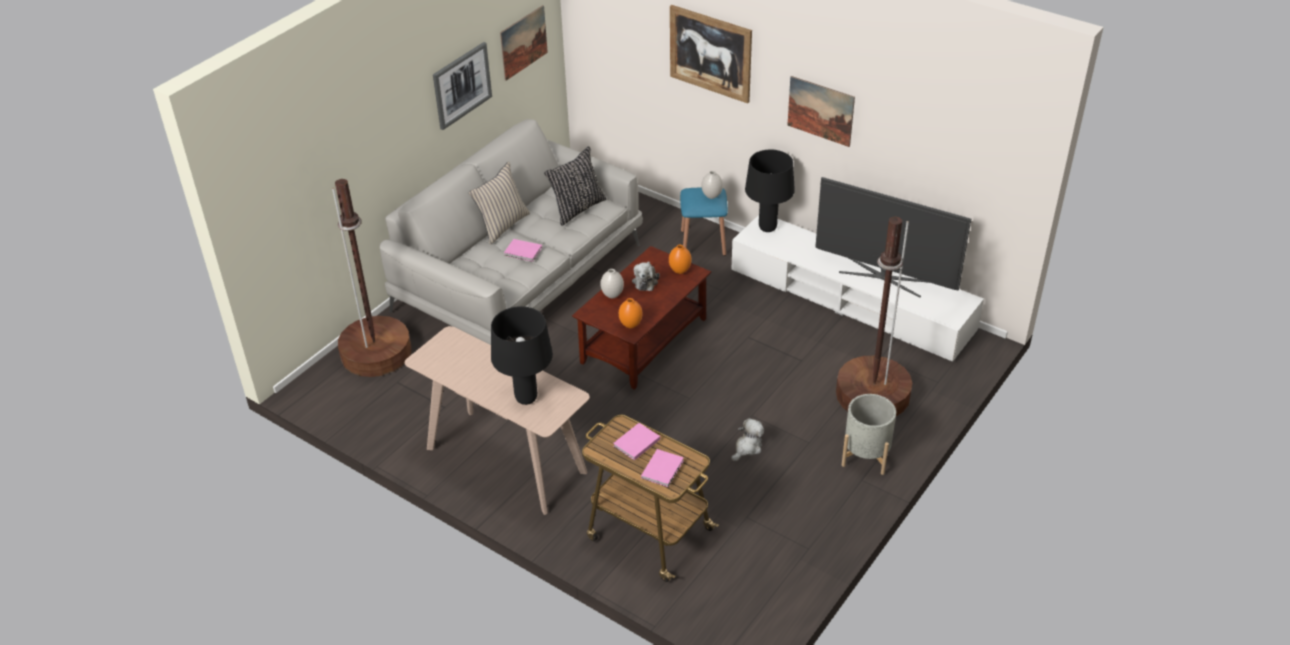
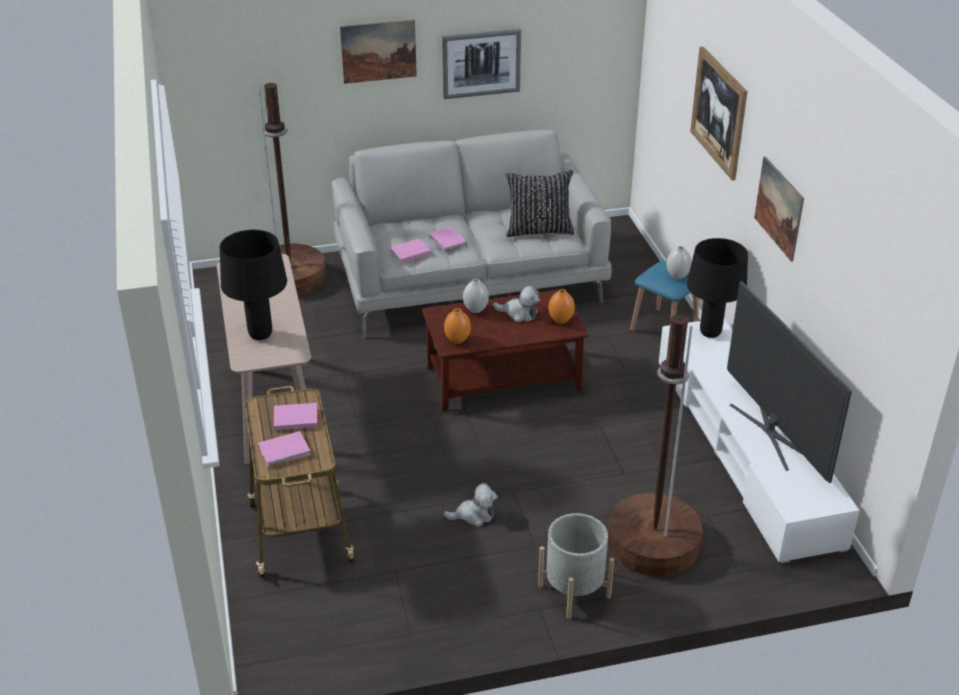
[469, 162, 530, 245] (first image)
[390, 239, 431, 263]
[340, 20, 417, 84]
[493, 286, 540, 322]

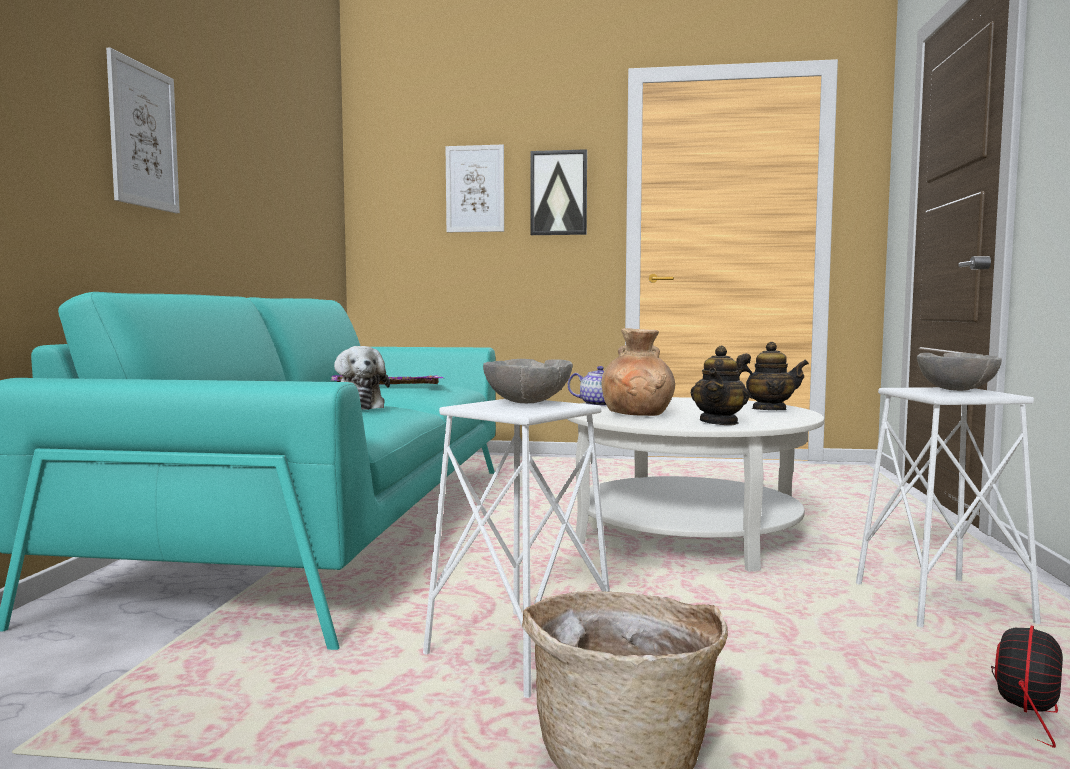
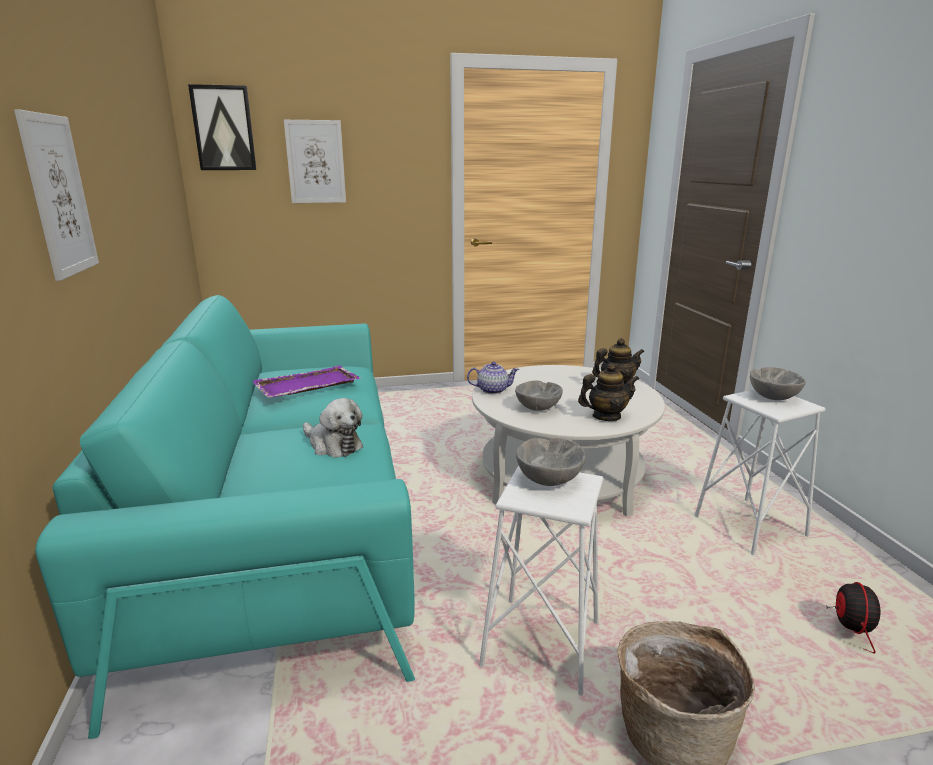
[188, 84, 257, 170]
[515, 381, 563, 411]
[578, 363, 639, 421]

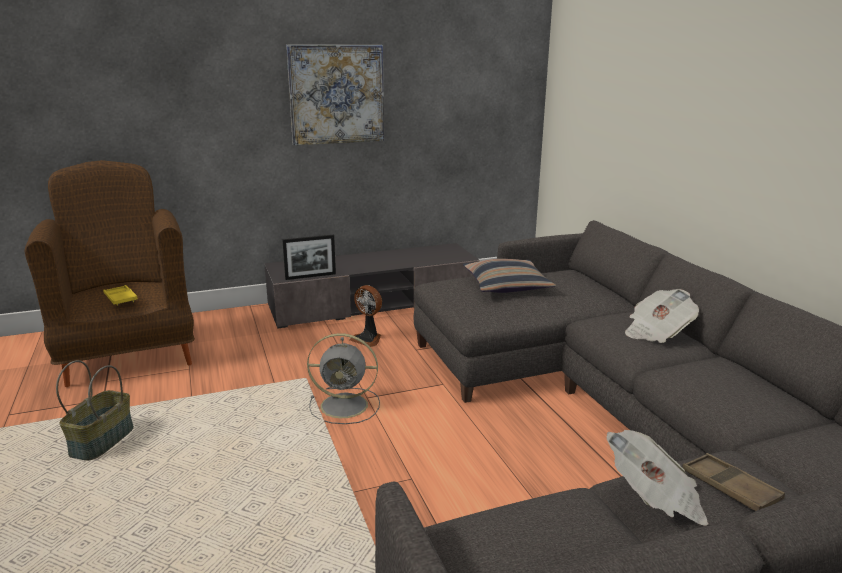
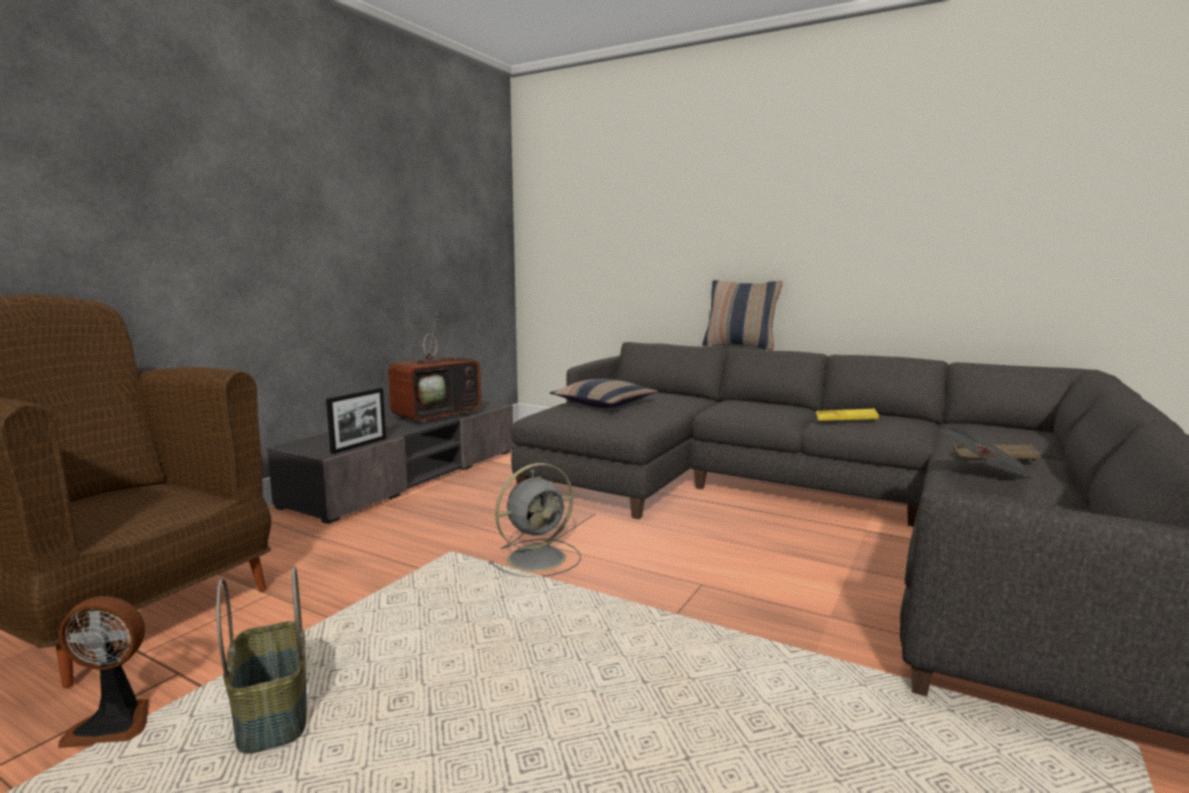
[286, 45, 384, 145] (first image)
[625, 289, 699, 343] (first image)
[388, 312, 481, 424]
[702, 280, 783, 350]
[816, 409, 879, 421]
[58, 596, 149, 748]

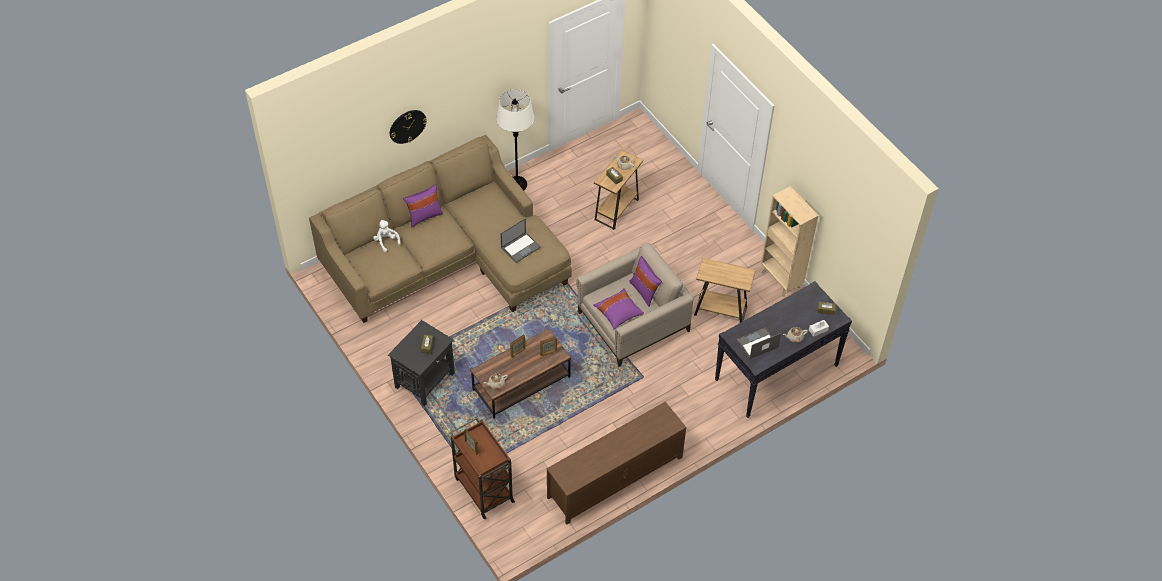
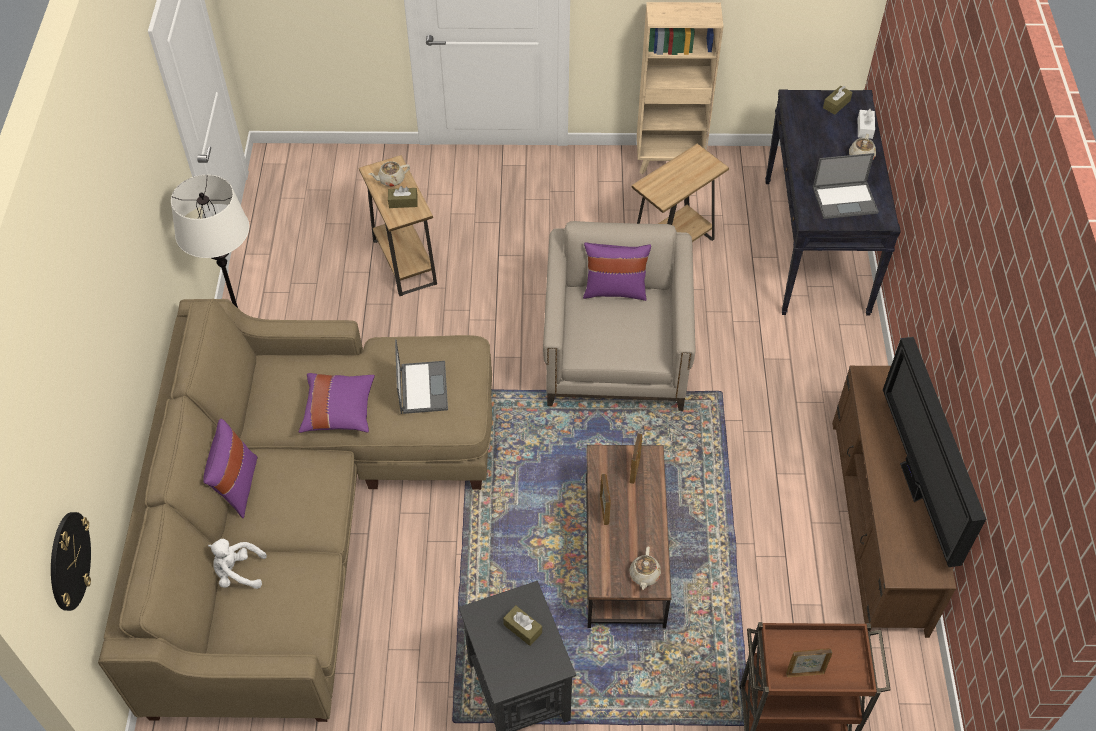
[883, 337, 986, 567]
[51, 512, 91, 611]
[299, 373, 375, 433]
[813, 153, 879, 219]

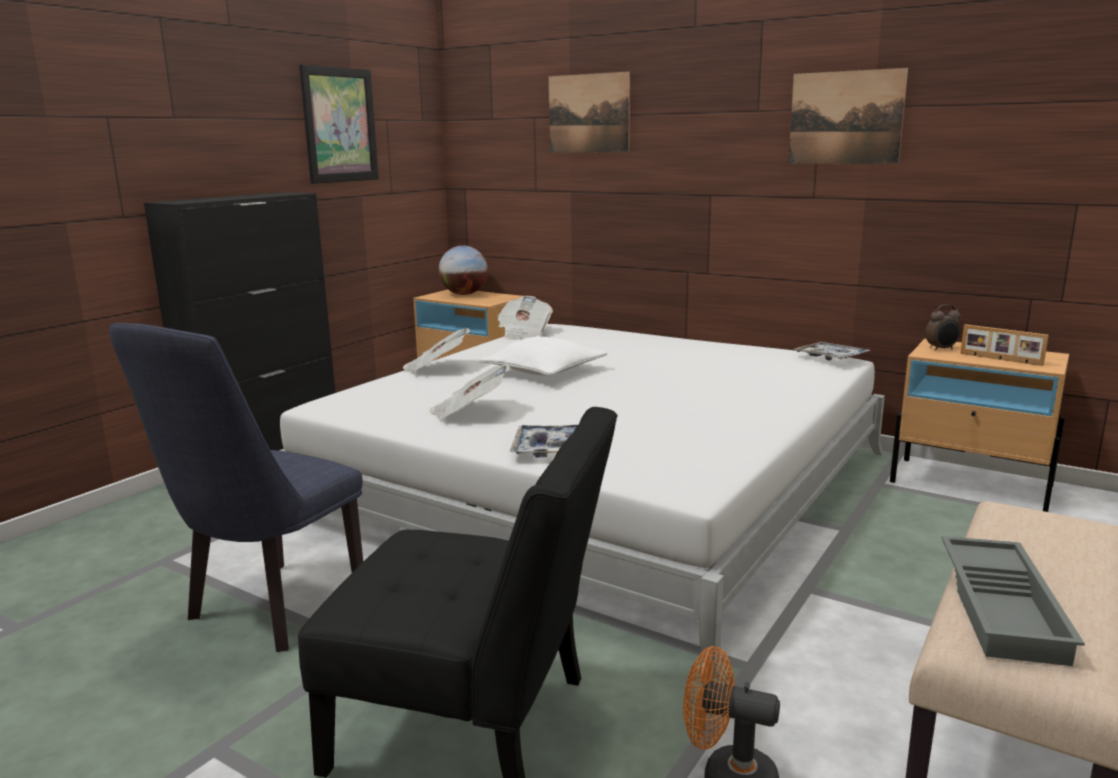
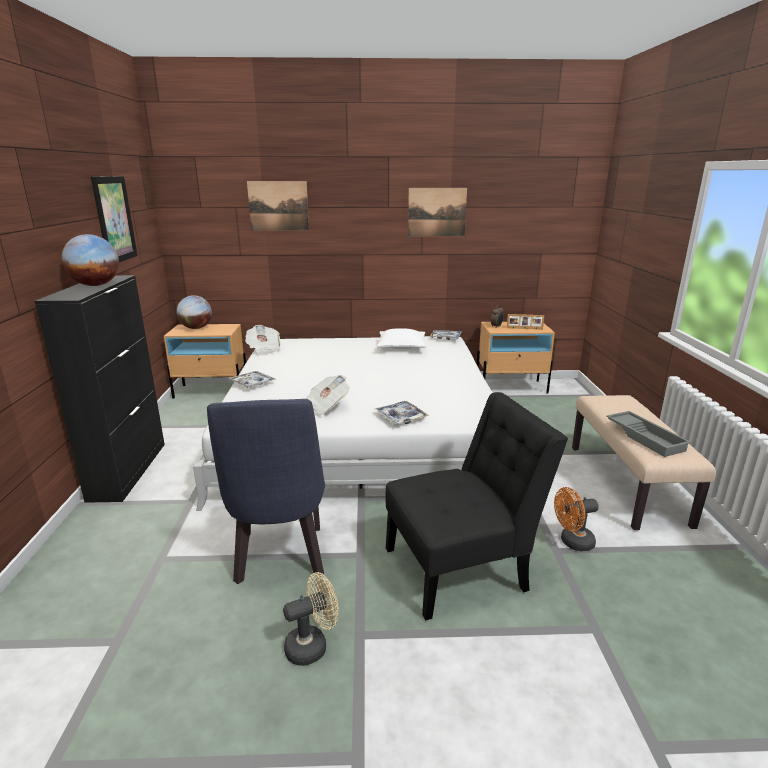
[62, 234, 119, 286]
[283, 572, 339, 666]
[377, 329, 426, 349]
[228, 371, 276, 388]

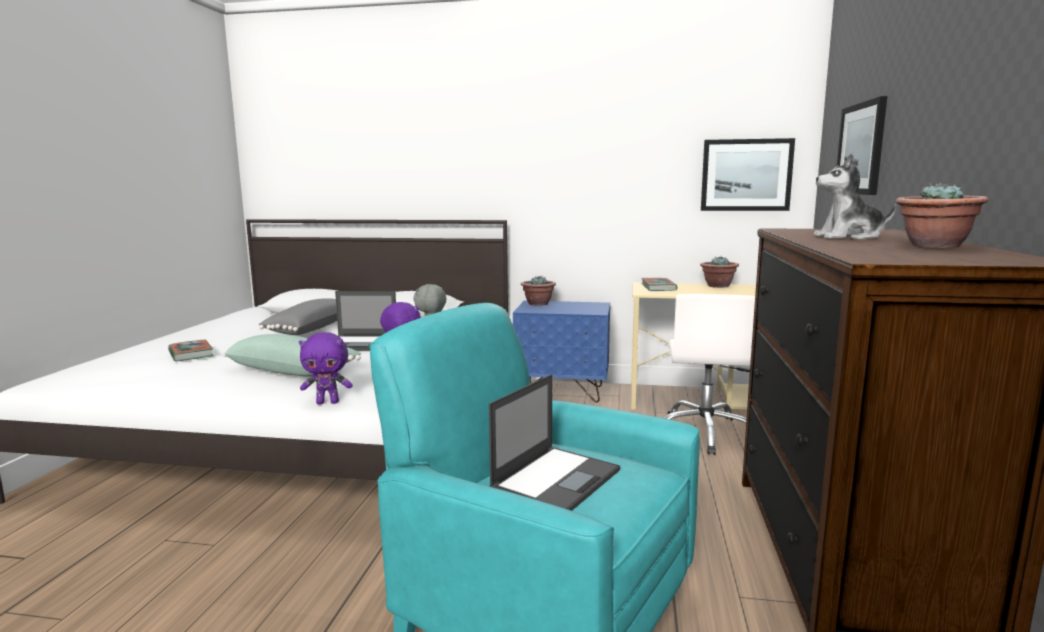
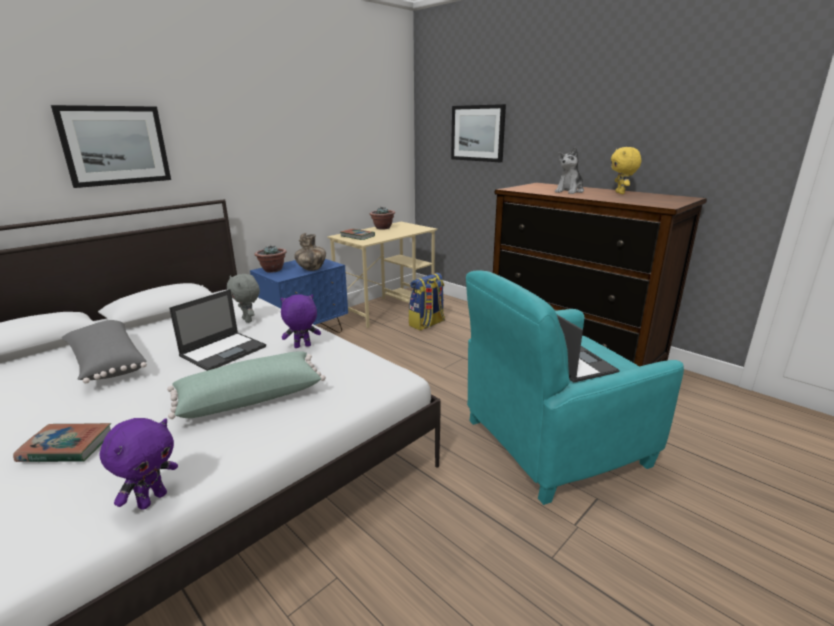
[294, 233, 326, 271]
[100, 418, 178, 510]
[51, 105, 171, 188]
[409, 273, 445, 331]
[611, 147, 641, 194]

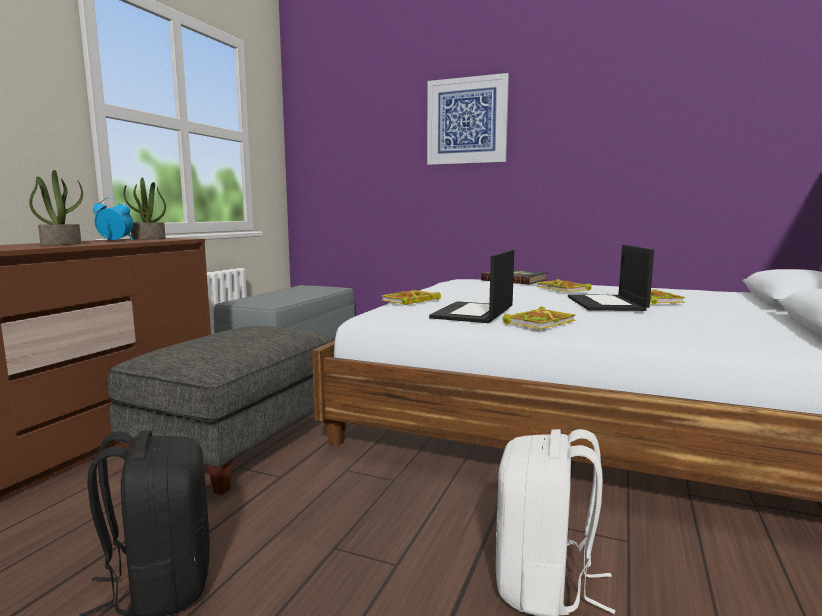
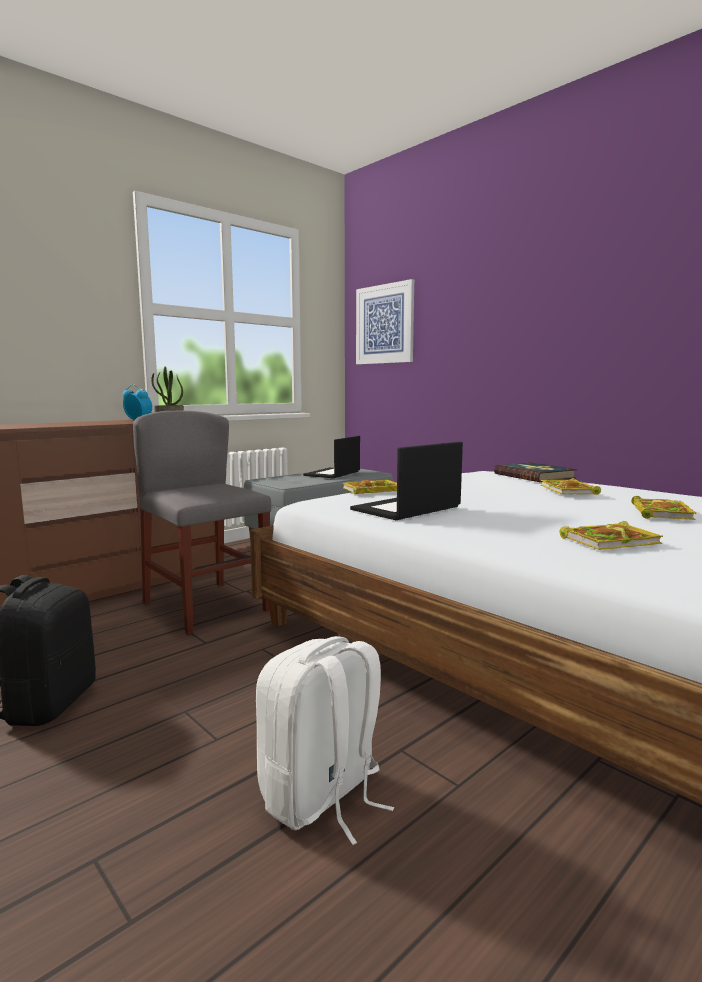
[29, 170, 83, 245] (first image)
[356, 279, 414, 364]
[560, 521, 663, 550]
[303, 436, 360, 478]
[133, 411, 271, 635]

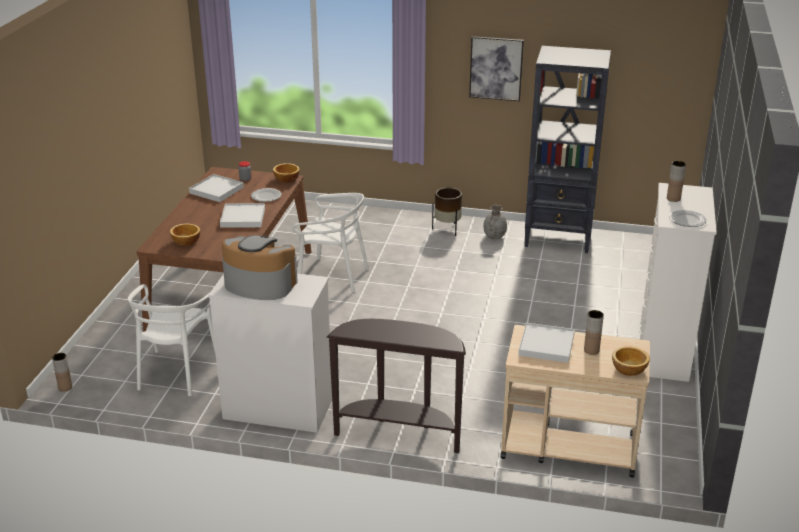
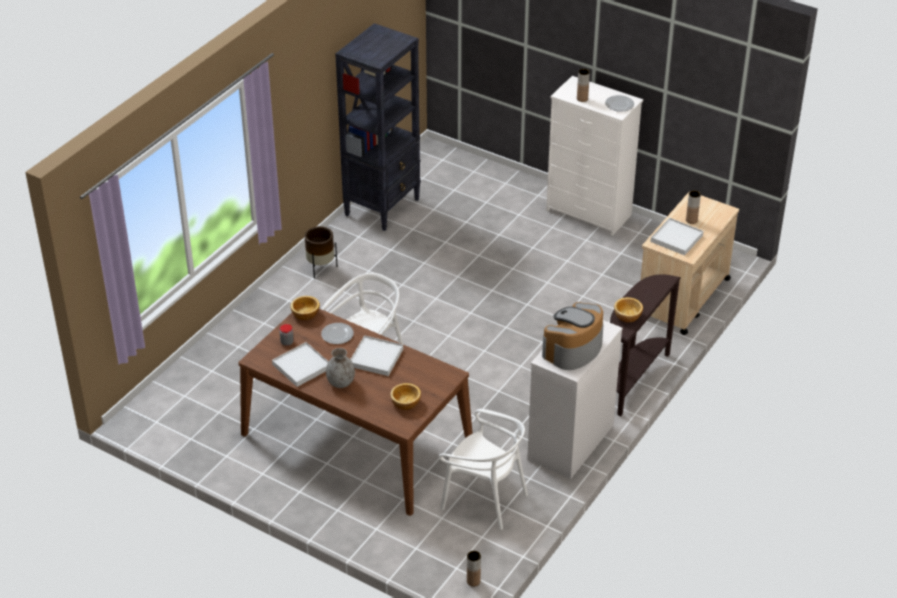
[469, 36, 524, 101] (first image)
[326, 348, 355, 388]
[614, 297, 643, 323]

